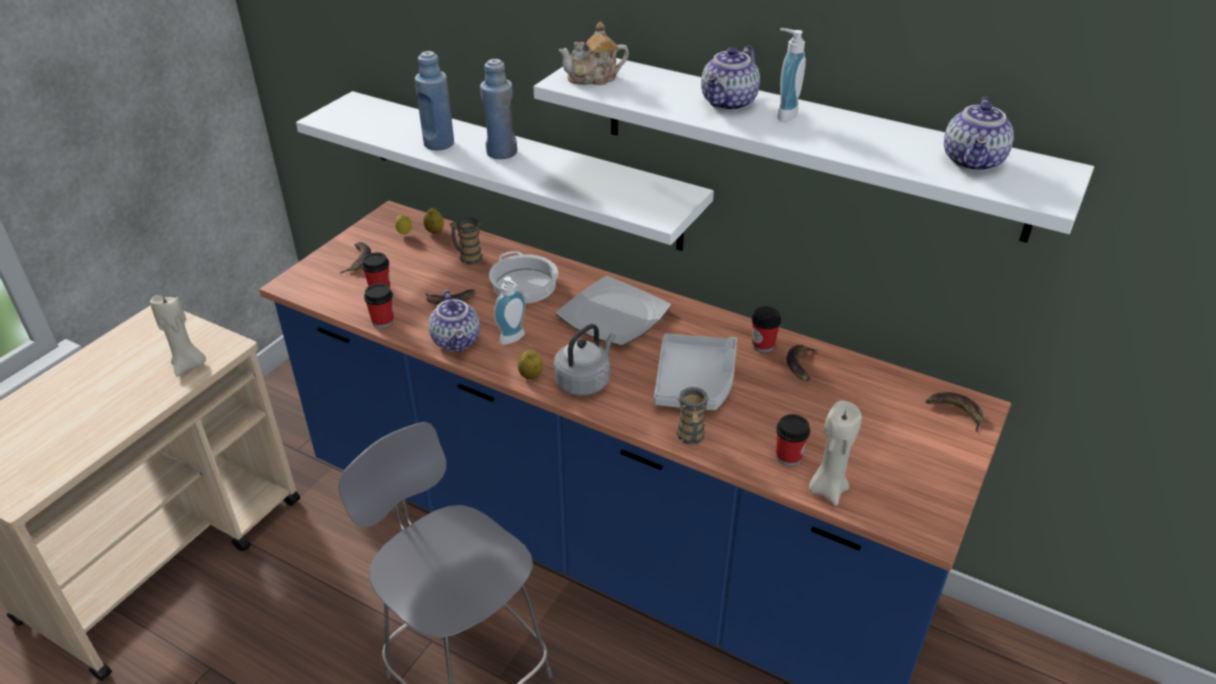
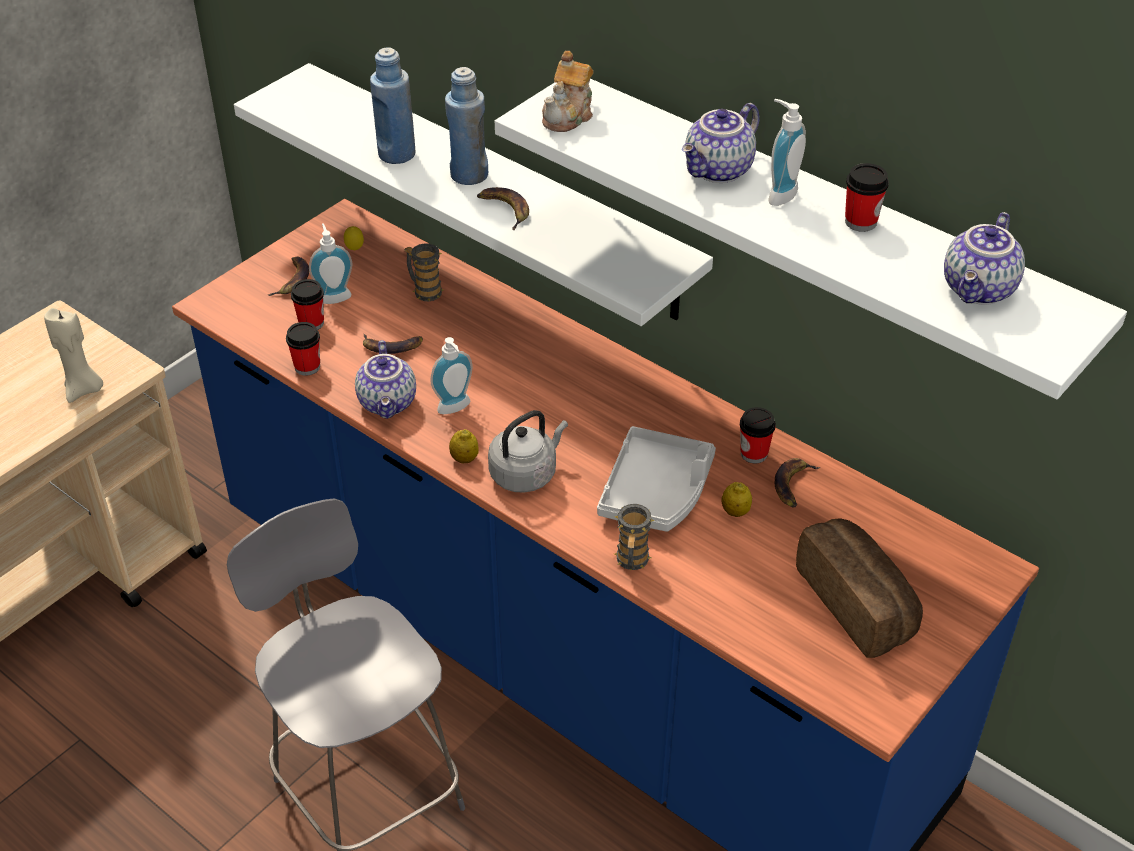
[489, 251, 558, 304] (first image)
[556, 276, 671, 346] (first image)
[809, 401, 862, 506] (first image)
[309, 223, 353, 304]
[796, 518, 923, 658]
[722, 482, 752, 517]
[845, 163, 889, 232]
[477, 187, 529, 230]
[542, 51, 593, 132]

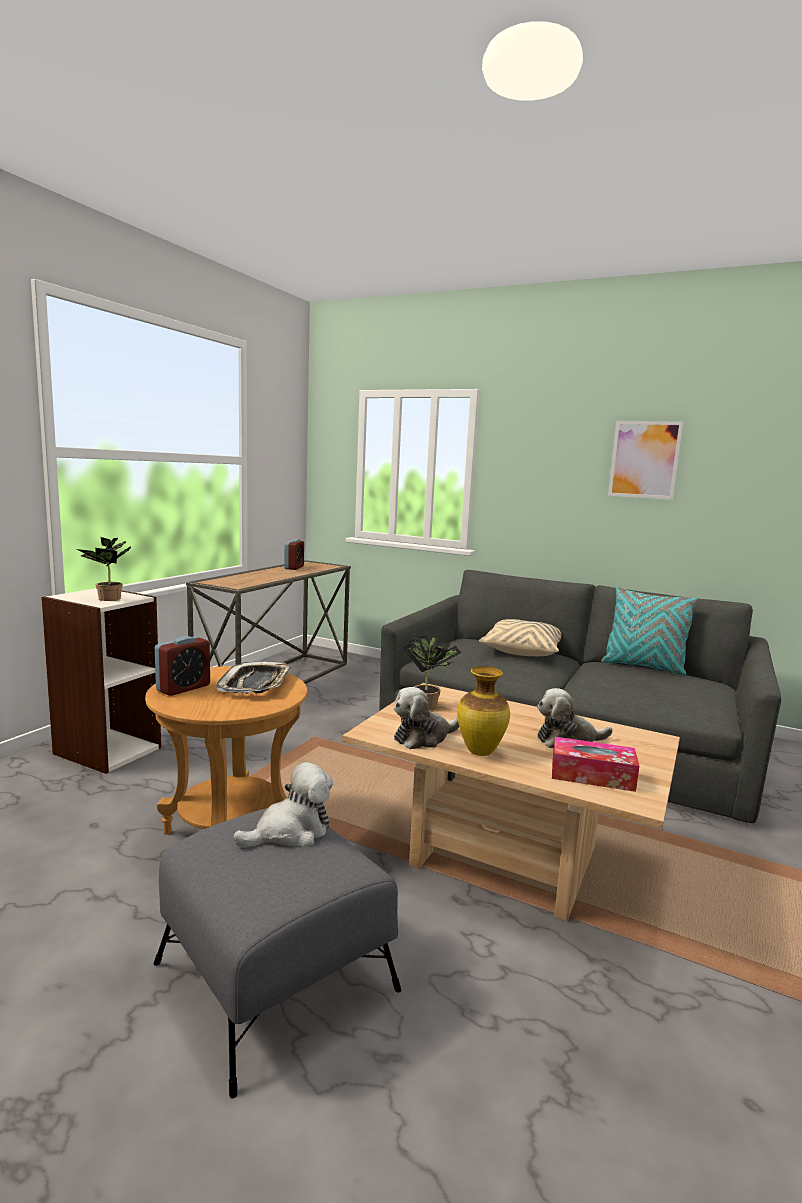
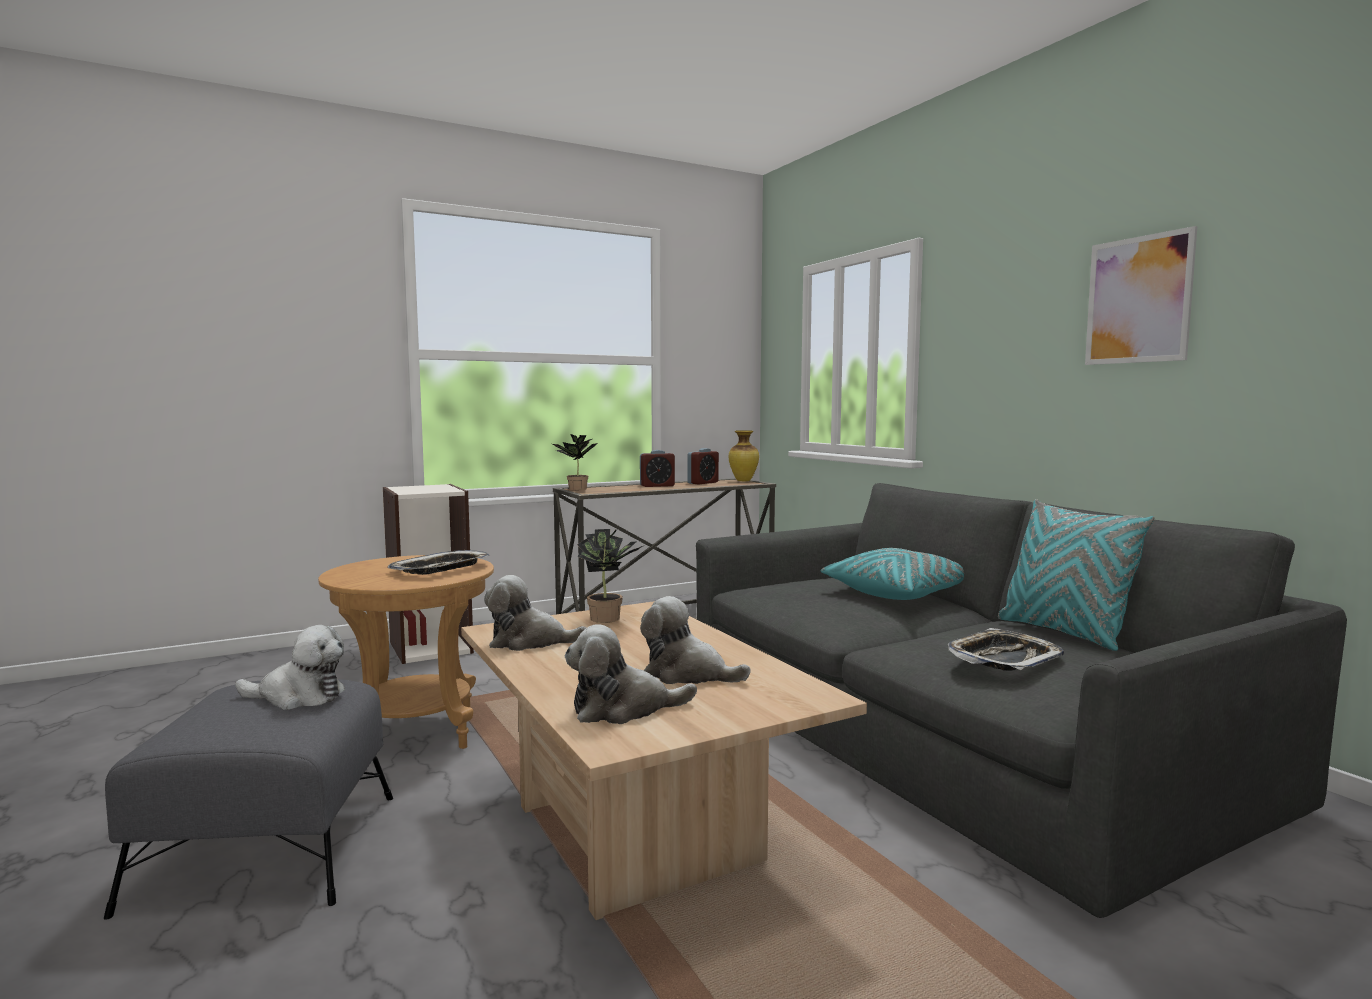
[948, 628, 1064, 671]
[552, 434, 598, 490]
[640, 450, 675, 487]
[729, 430, 759, 481]
[565, 625, 697, 724]
[820, 548, 964, 600]

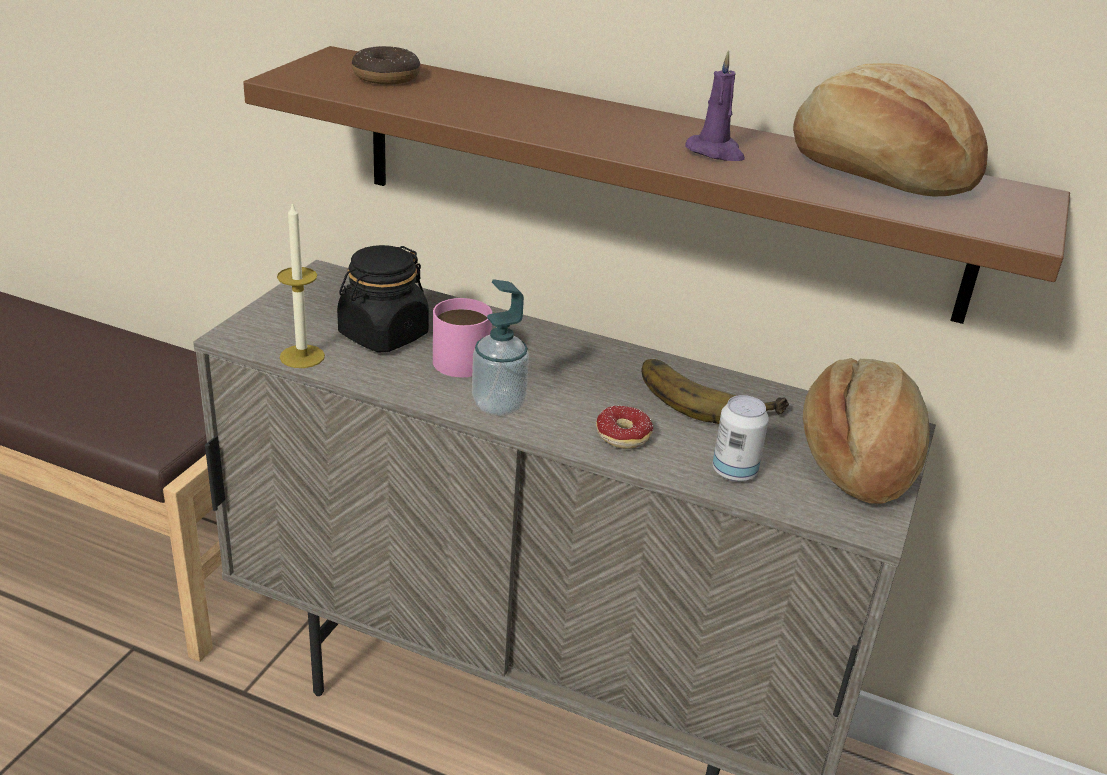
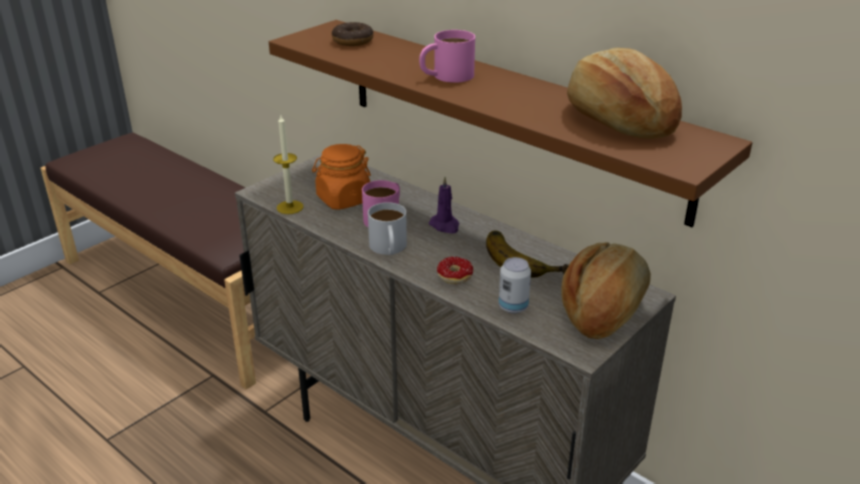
[419, 30, 475, 83]
[429, 176, 459, 234]
[368, 202, 407, 255]
[312, 144, 371, 210]

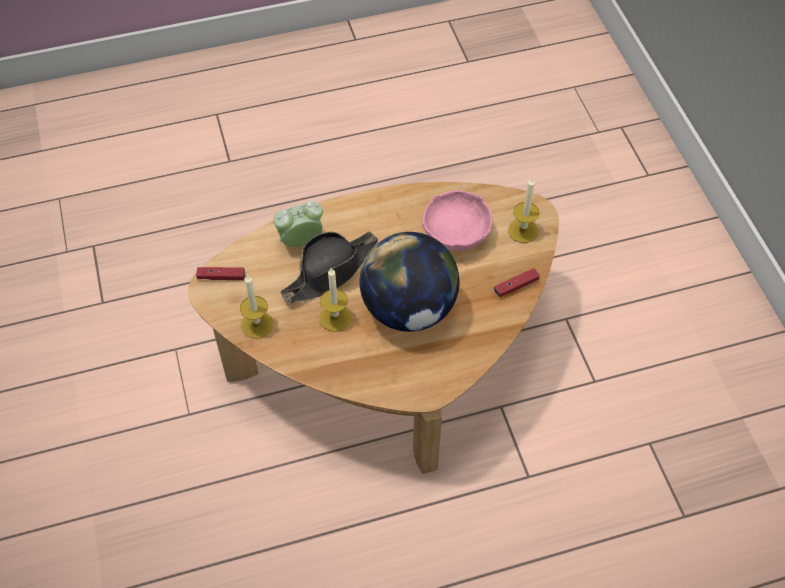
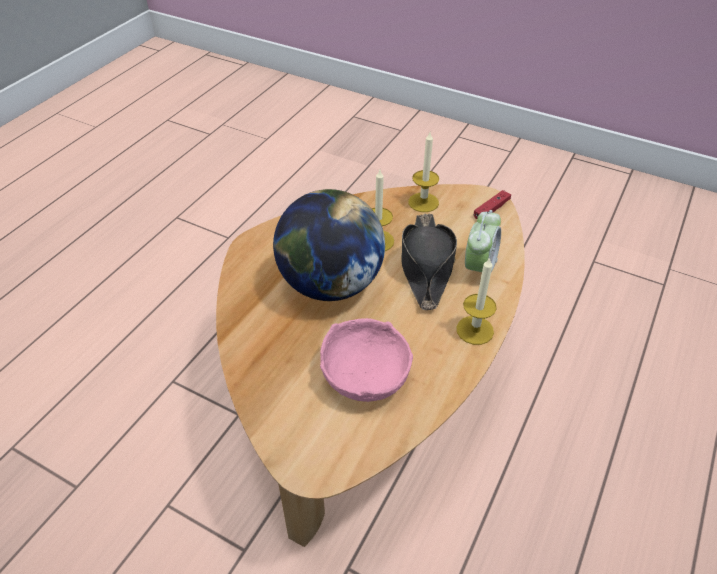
[494, 268, 540, 297] (first image)
[456, 257, 497, 345]

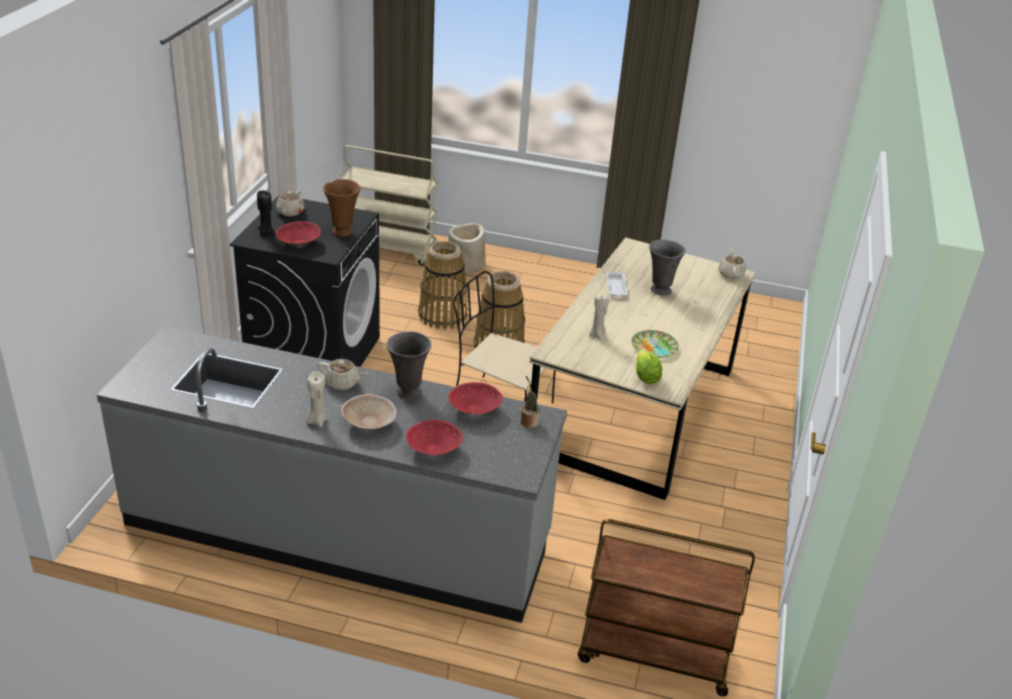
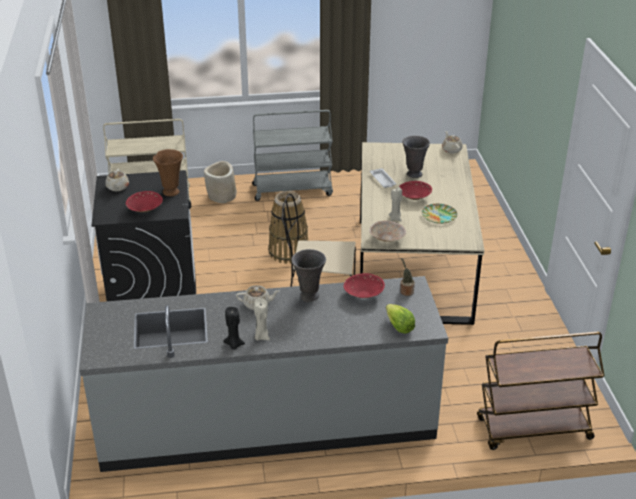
[418, 241, 468, 330] (first image)
[252, 110, 333, 201]
[223, 307, 245, 349]
[369, 221, 406, 242]
[399, 181, 432, 200]
[386, 304, 415, 334]

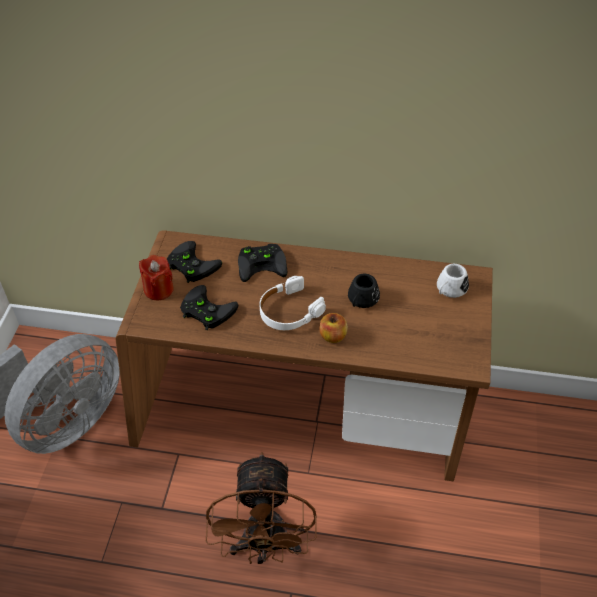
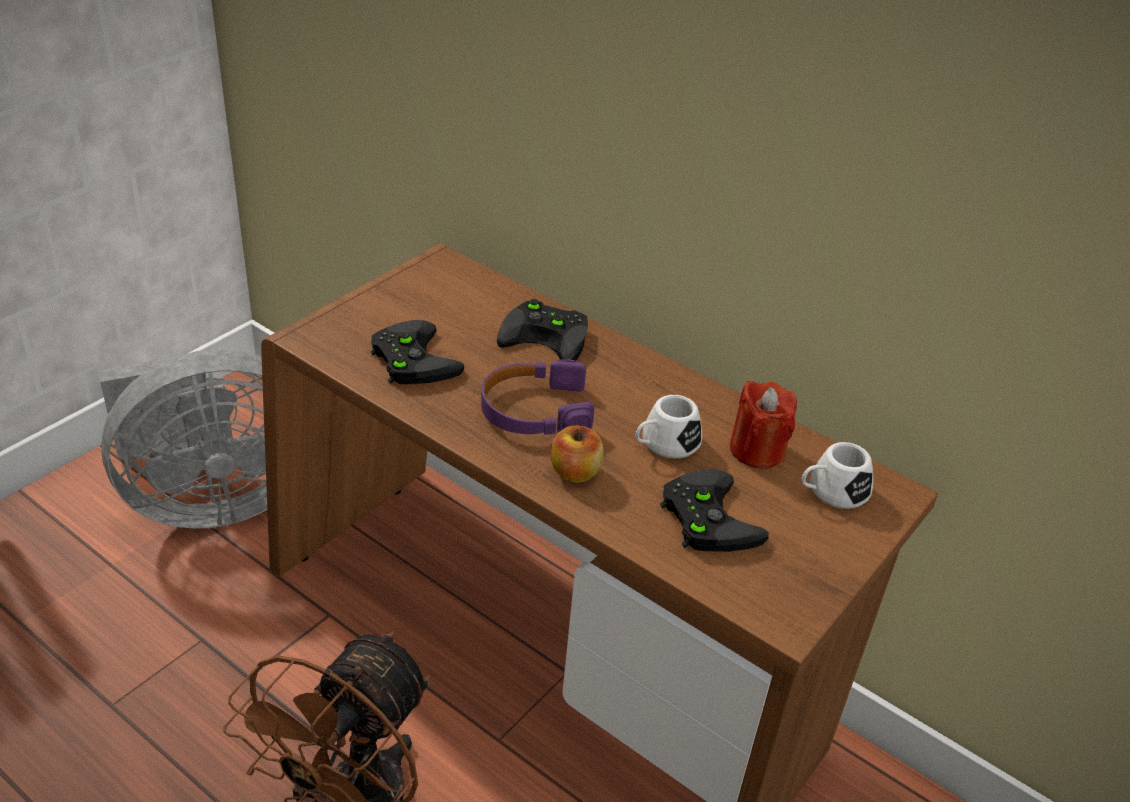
[730, 381, 797, 469]
[660, 470, 769, 552]
[481, 359, 594, 435]
[636, 395, 702, 459]

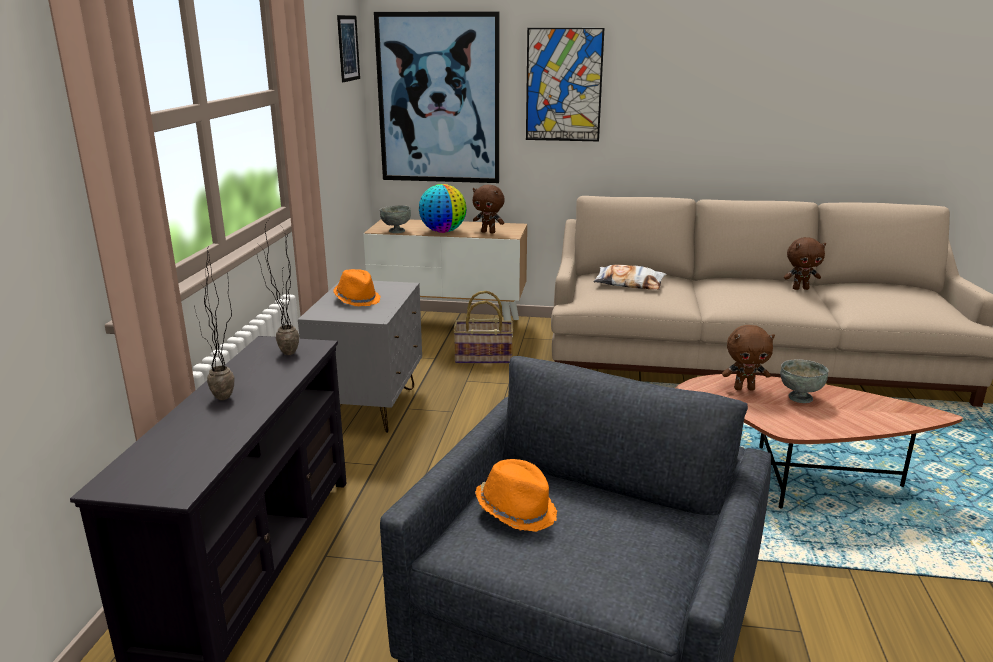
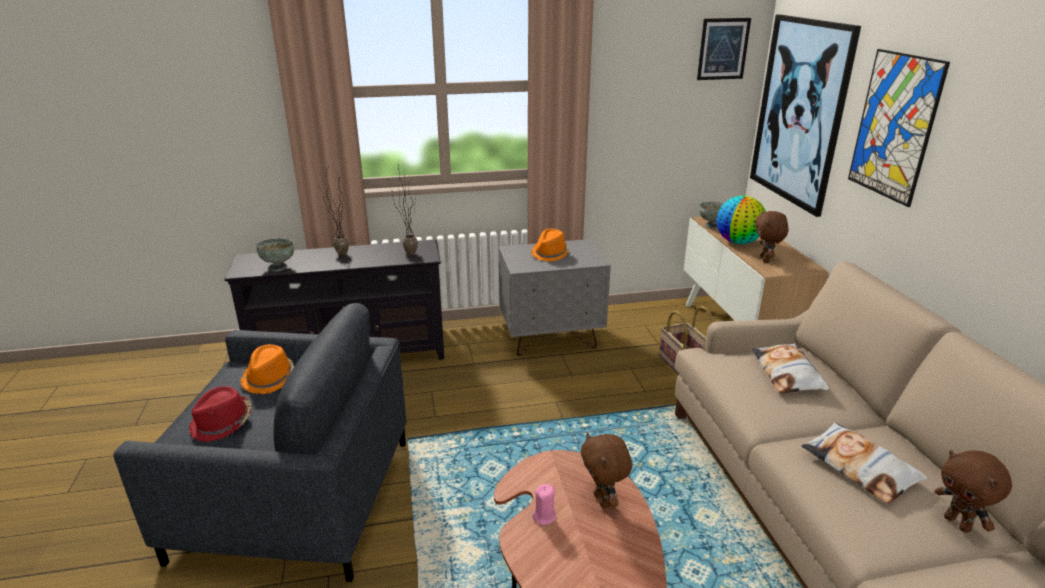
[189, 386, 251, 442]
[532, 484, 556, 525]
[801, 422, 928, 504]
[256, 238, 294, 272]

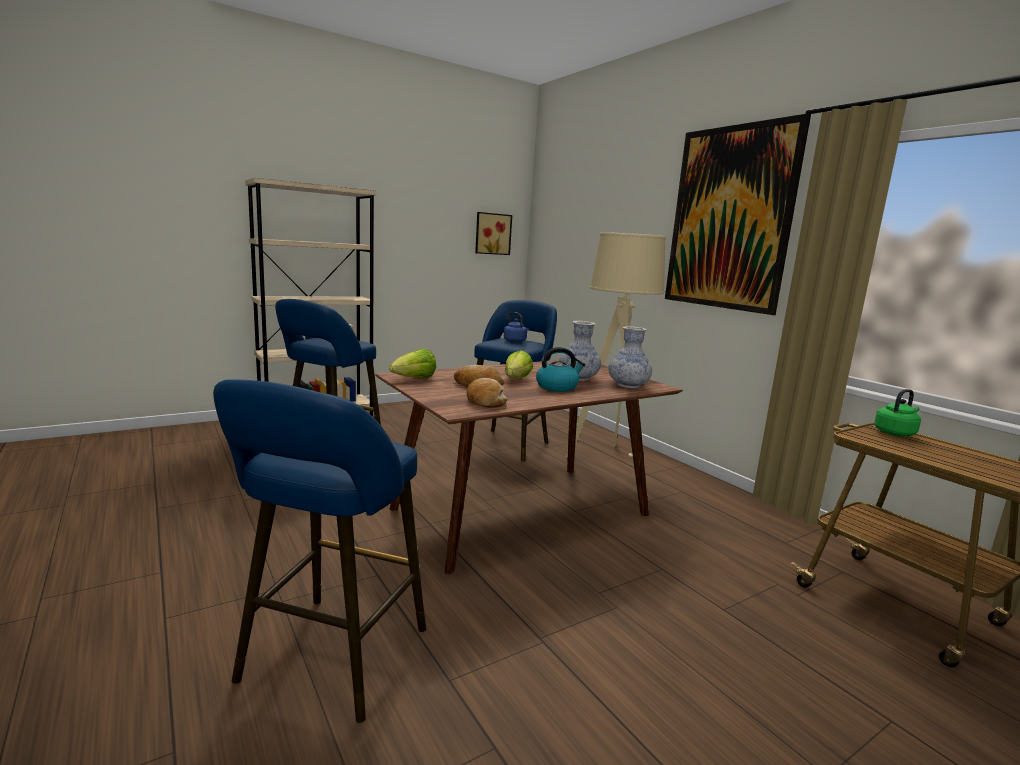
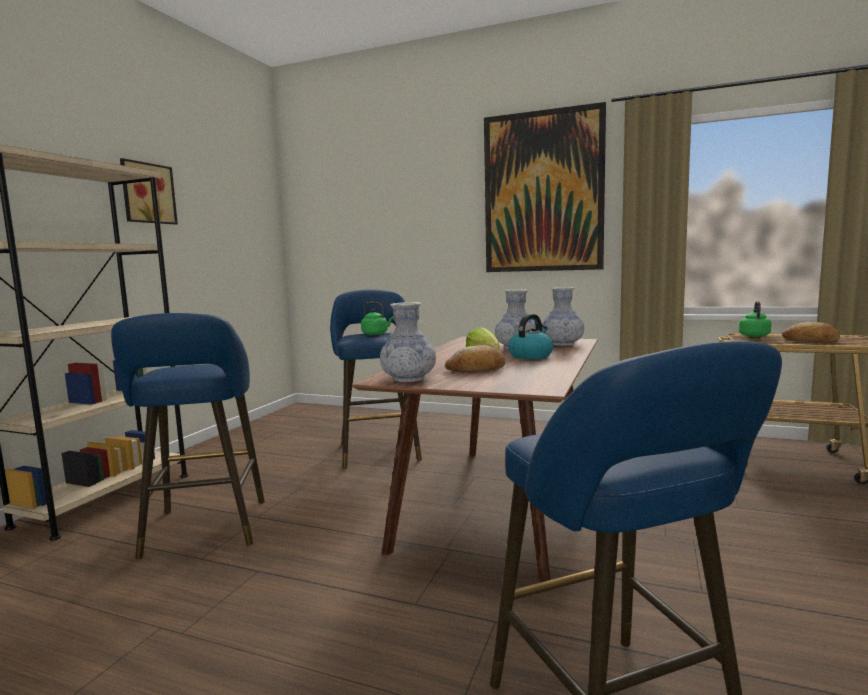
[566, 232, 666, 458] (first image)
[782, 322, 840, 342]
[120, 158, 178, 224]
[380, 302, 436, 382]
[361, 302, 393, 335]

